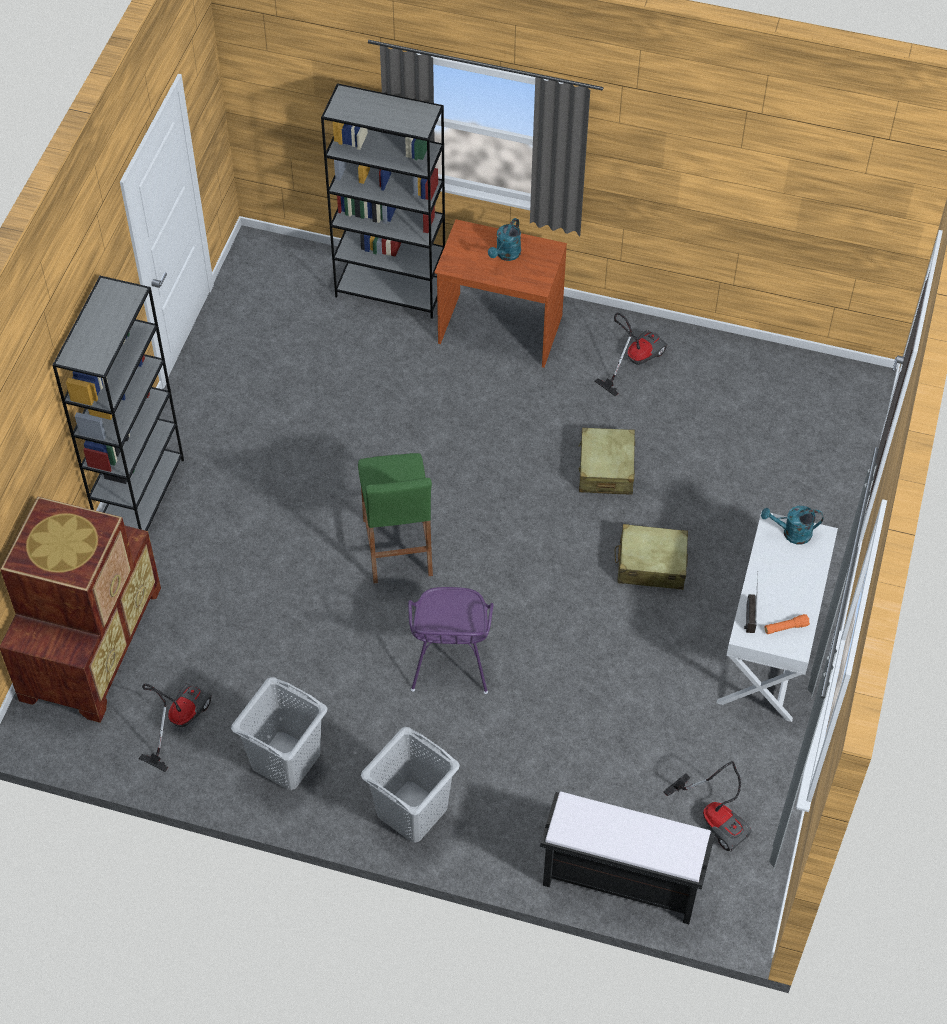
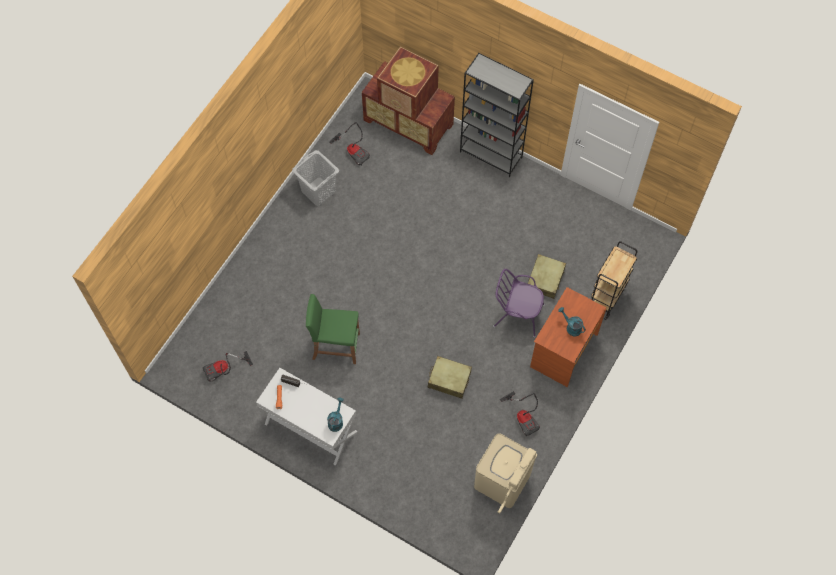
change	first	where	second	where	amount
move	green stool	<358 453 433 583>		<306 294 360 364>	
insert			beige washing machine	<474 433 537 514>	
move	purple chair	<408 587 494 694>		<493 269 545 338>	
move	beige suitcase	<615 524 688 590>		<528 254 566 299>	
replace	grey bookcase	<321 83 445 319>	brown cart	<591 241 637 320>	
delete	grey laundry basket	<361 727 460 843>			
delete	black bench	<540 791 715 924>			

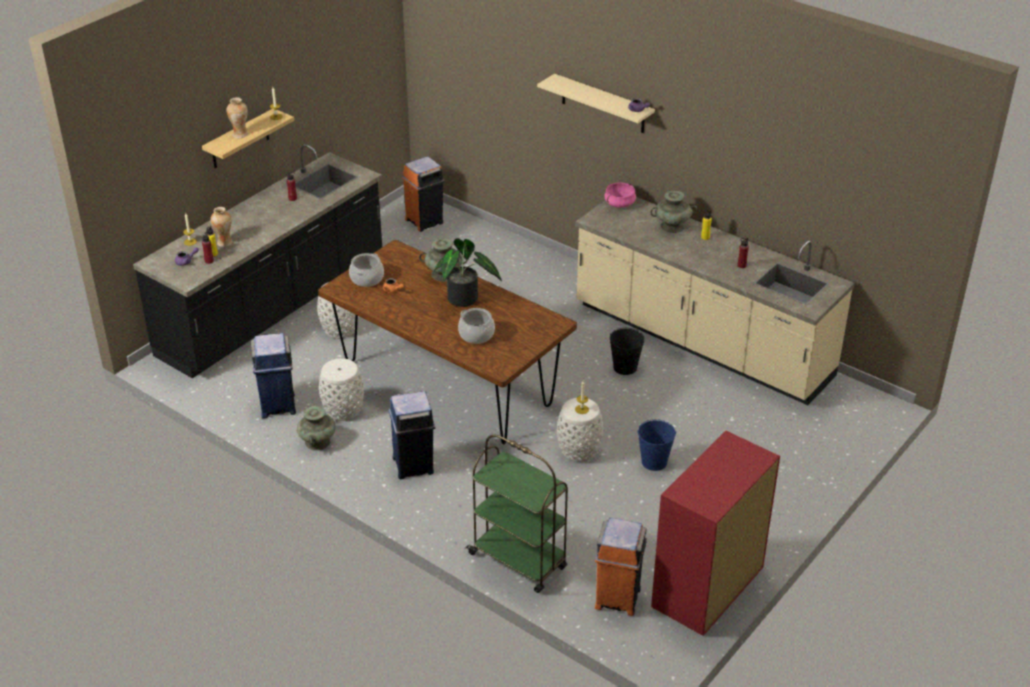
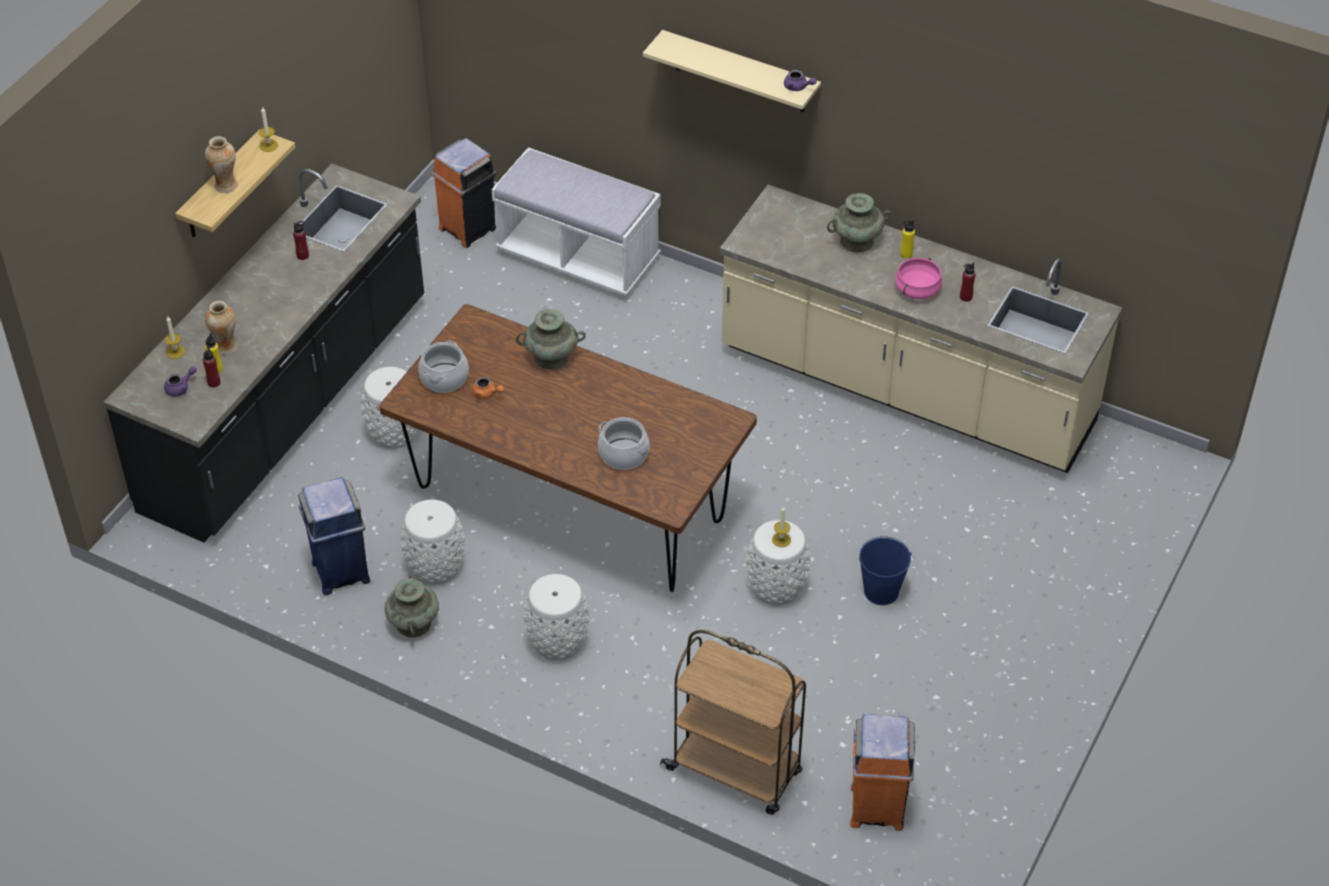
change	first	where	second	where	amount
insert			white bench	<492 147 661 297>	
replace	blue trash can	<388 391 435 479>	white stool	<524 574 589 661>	
recolor	green cart	<465 435 568 593>	brown cart	<660 630 806 815>	
move	pink cooking pot	<605 182 636 208>		<895 258 942 299>	
delete	potted plant	<434 238 502 307>			
delete	black bucket	<610 328 645 375>			
delete	red cabinet	<651 430 780 636>			

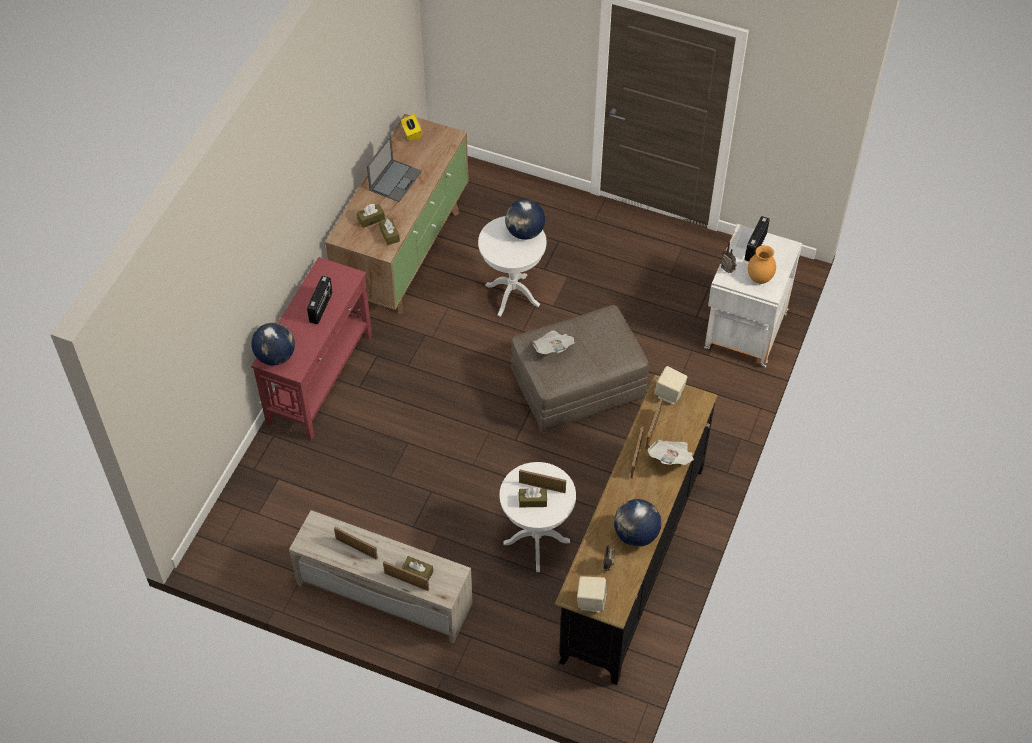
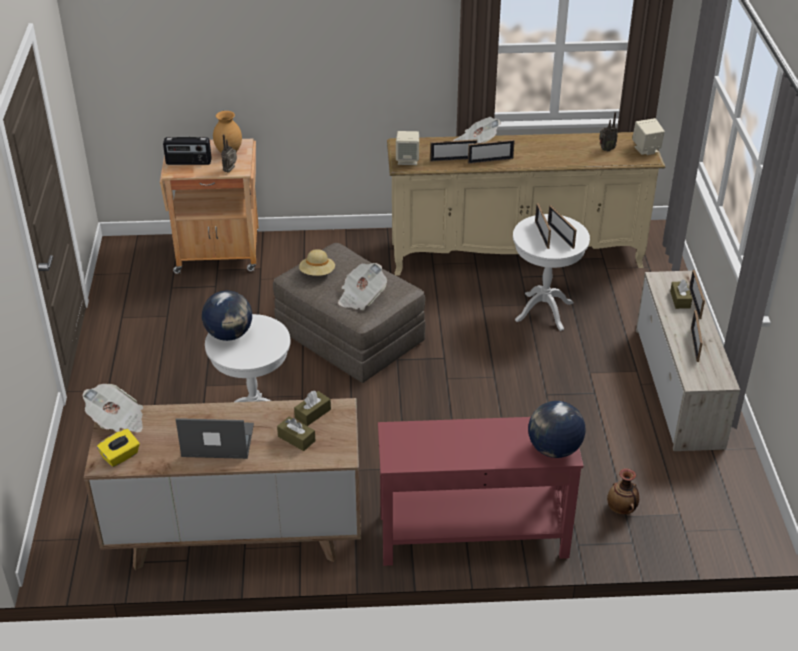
change	first	where	second	where	amount
insert			newspaper	<83 384 143 432>	
recolor	white cart	<704 224 802 368>	brown cart	<160 139 259 274>	
insert			beige hat	<299 249 335 276>	
recolor	black cabinet	<554 375 718 685>	beige cabinet	<387 132 665 276>	
replace	brown tissue box	<519 487 547 507>	picture frame	<548 205 577 249>	
insert			vase	<607 468 639 514>	
delete	radio	<307 276 332 324>			
delete	globe	<614 499 661 547>			

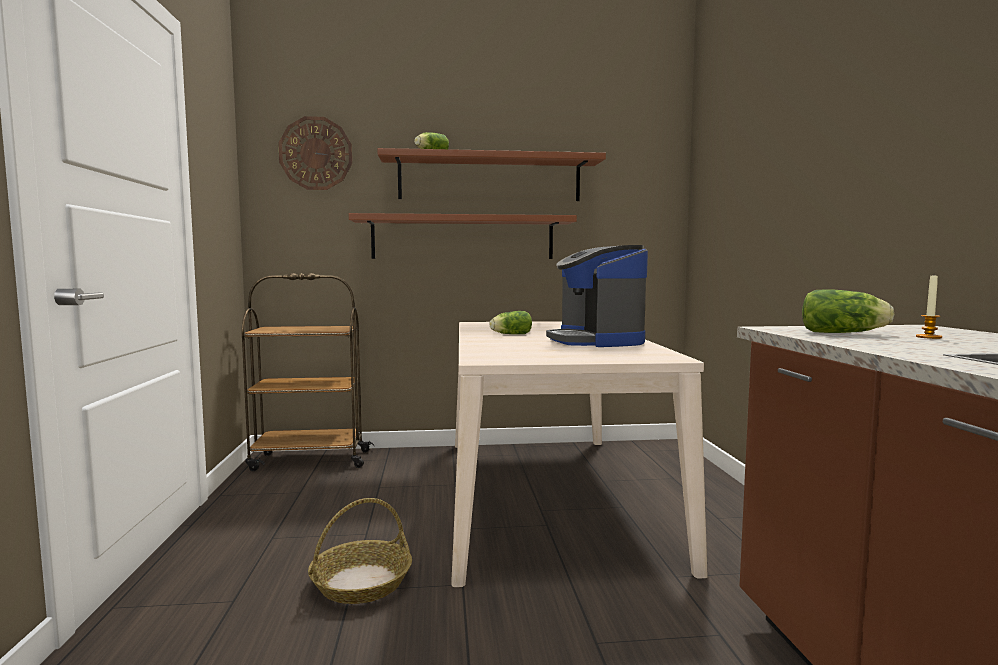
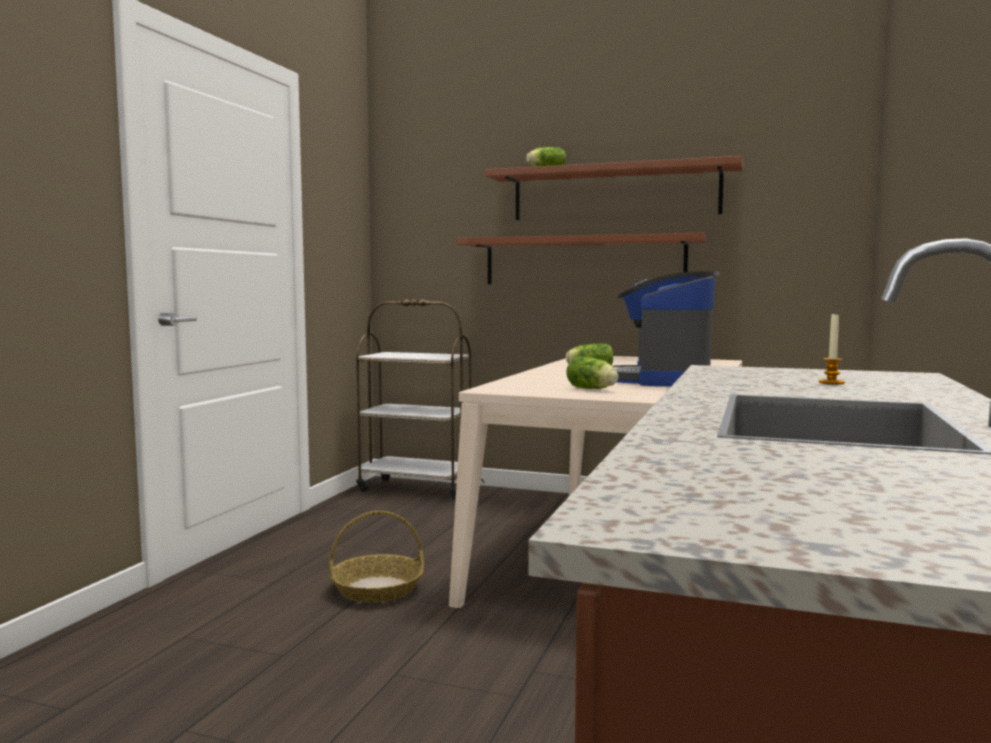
change	first	where	second	where	amount
recolor	brown cart	<242 273 374 471>	white cart	<356 299 484 501>	
move	lettuce	<802 289 894 333>		<566 356 618 389>	
delete	wall clock	<278 116 352 190>			

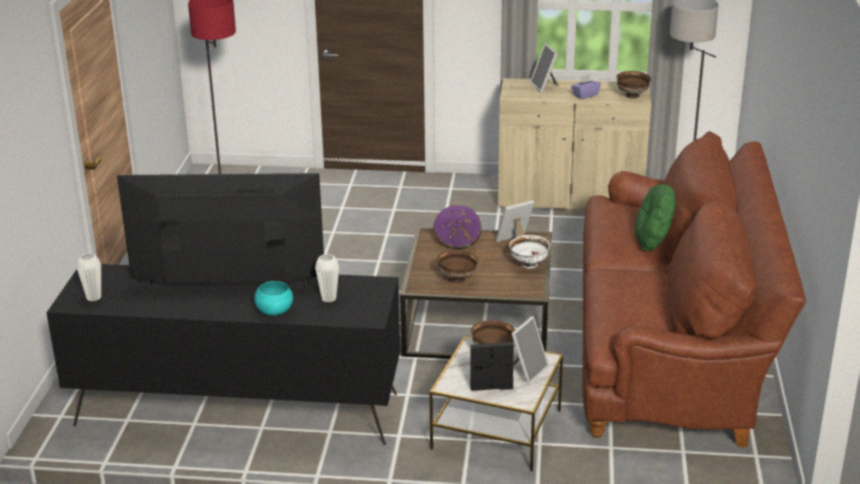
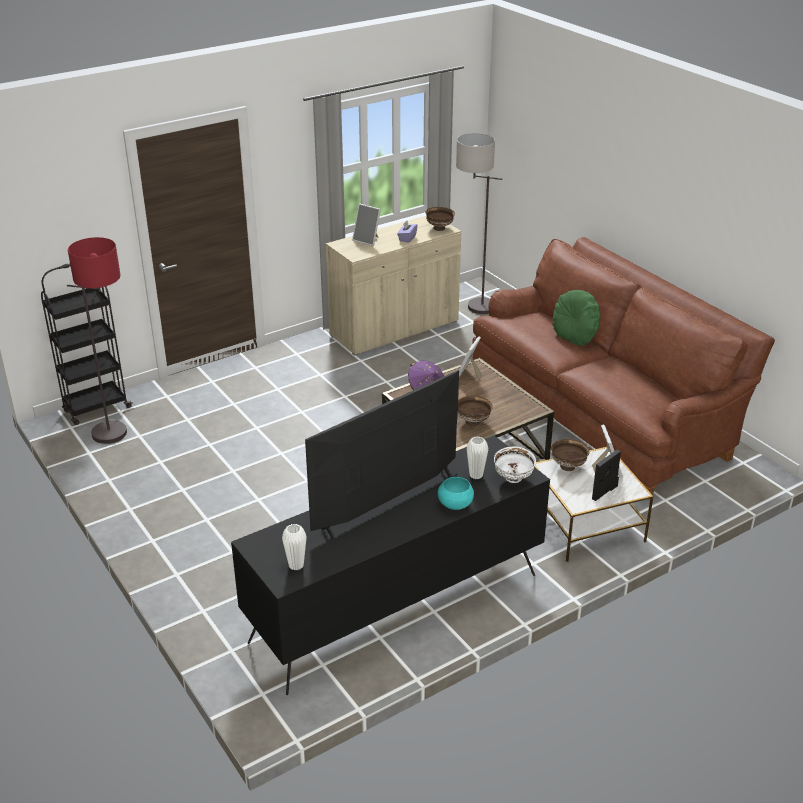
change	first	where	second	where	amount
insert			black cart	<41 264 134 425>	
move	white bowl	<509 235 550 268>		<494 447 536 483>	

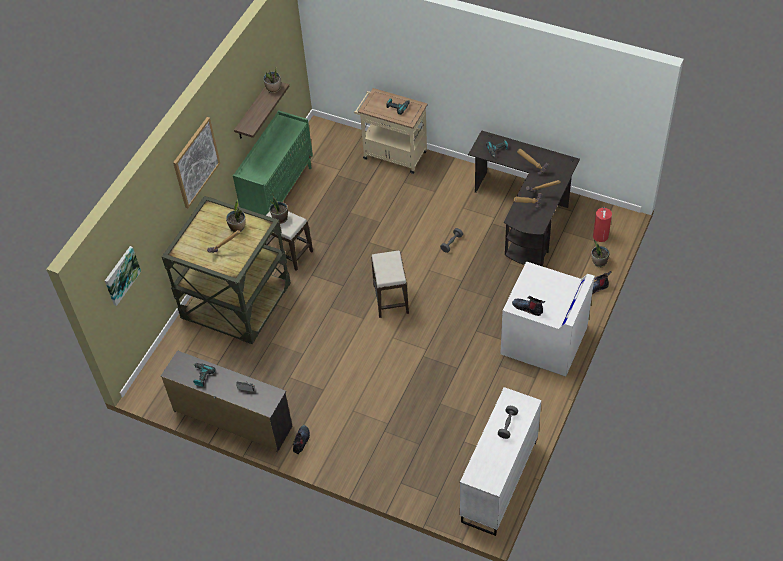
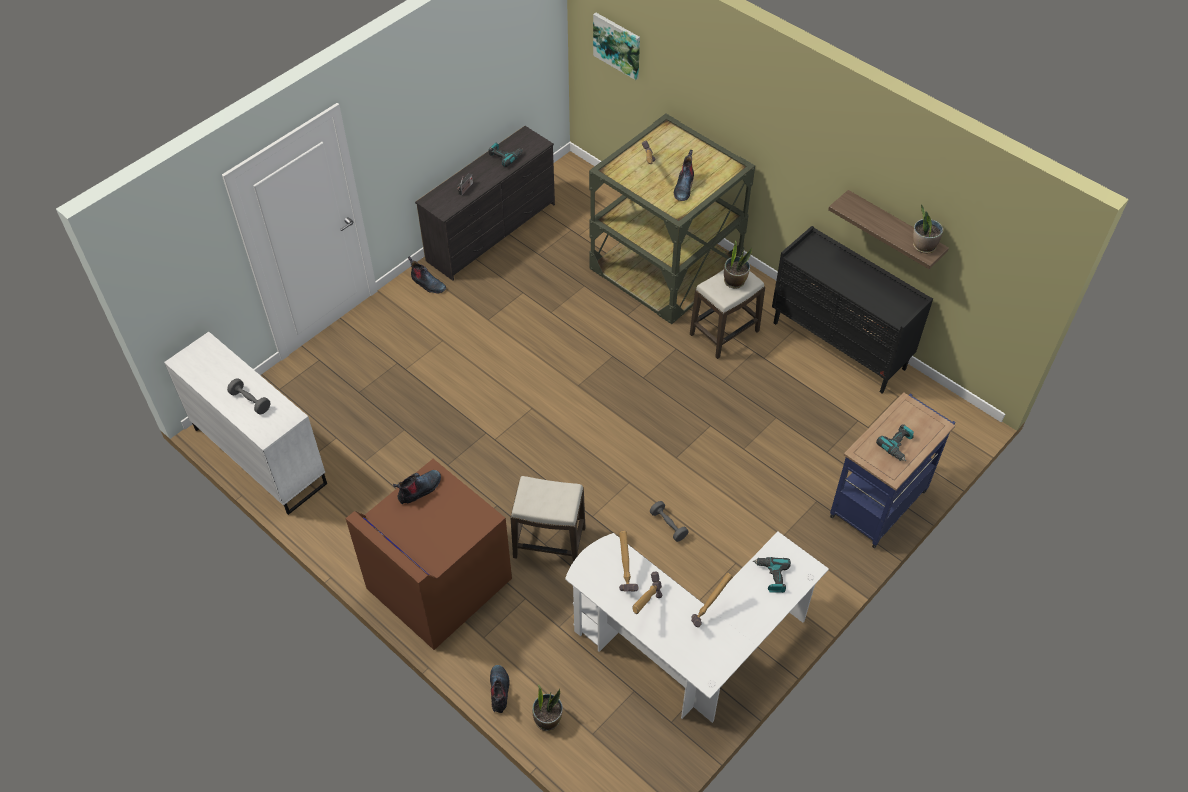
change	first	where	second	where	amount
recolor	white washing machine	<500 261 595 377>	brown washing machine	<346 459 512 650>	
move	stool	<371 251 409 318>		<511 476 585 562>	
recolor	black desk	<468 130 580 266>	white desk	<565 532 829 723>	
replace	potted plant	<226 199 245 232>	boot	<674 150 694 201>	
recolor	green cabinet	<233 110 313 216>	black cabinet	<772 226 933 393>	
recolor	beige cart	<354 88 428 174>	blue cart	<830 392 956 548>	
delete	picture	<173 117 220 208>			
delete	fire extinguisher	<593 206 612 242>			

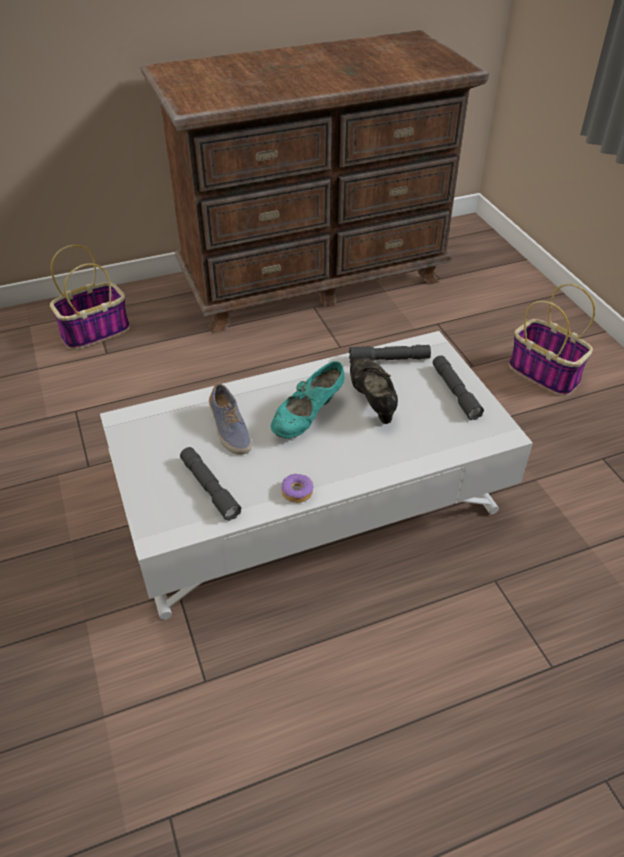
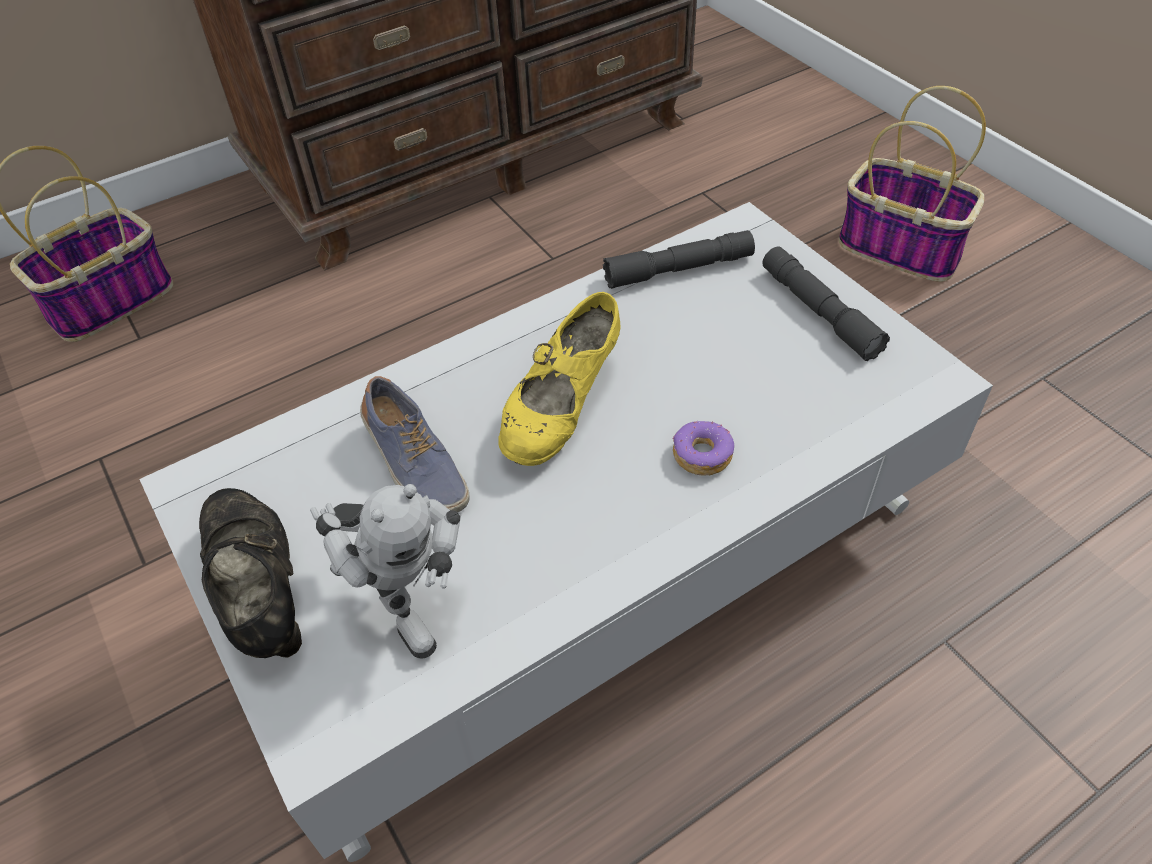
change	first	where	second	where	amount
move	black shoe	<350 356 398 424>		<199 488 302 658>	
replace	grey flashlight	<180 447 242 521>	toy robot	<310 484 461 658>	
recolor	turquoise shoe	<271 361 345 439>	yellow shoe	<498 292 620 466>	
move	donut	<281 474 313 503>		<673 420 735 476>	

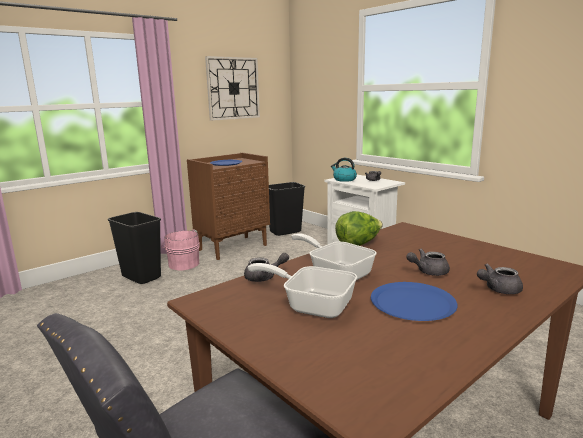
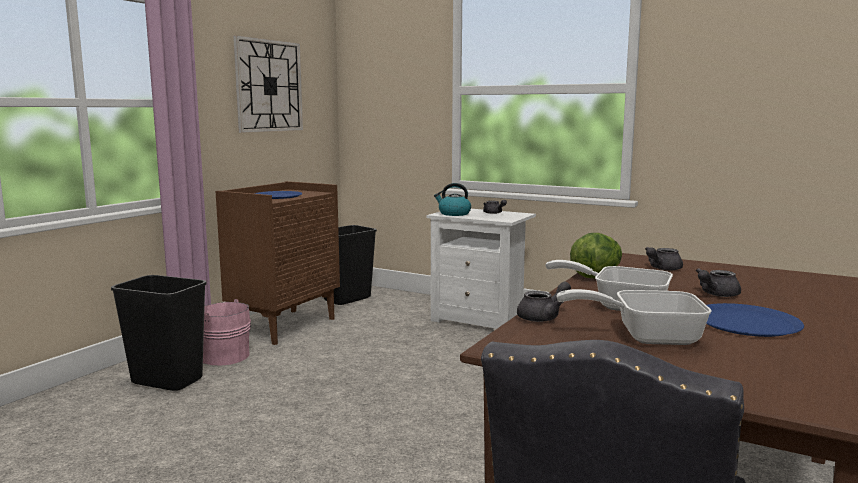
change	first	where	second	where	amount
move	grey teapot	<477 264 523 294>		<645 247 683 271>	

